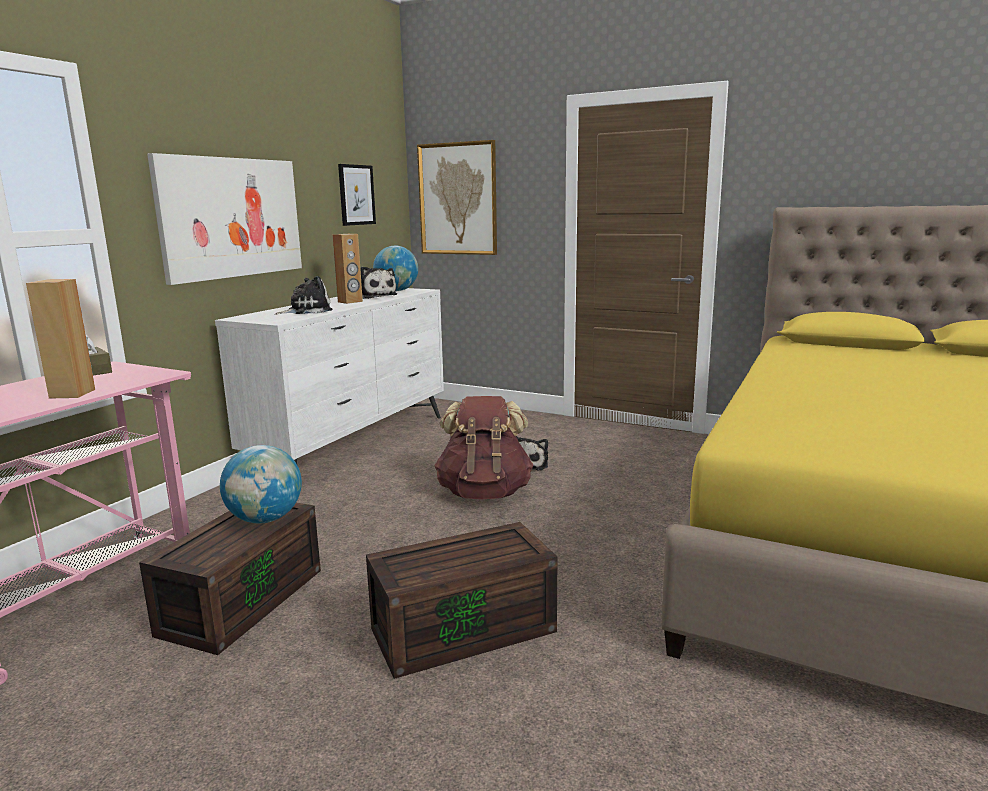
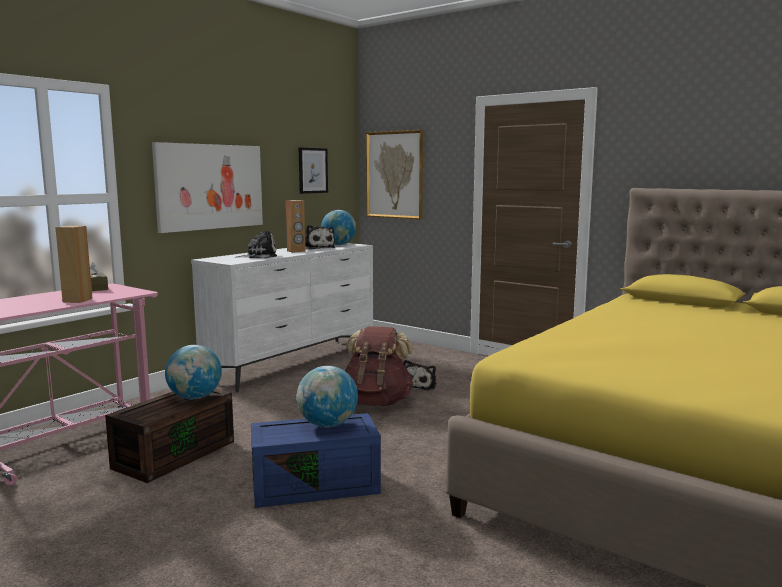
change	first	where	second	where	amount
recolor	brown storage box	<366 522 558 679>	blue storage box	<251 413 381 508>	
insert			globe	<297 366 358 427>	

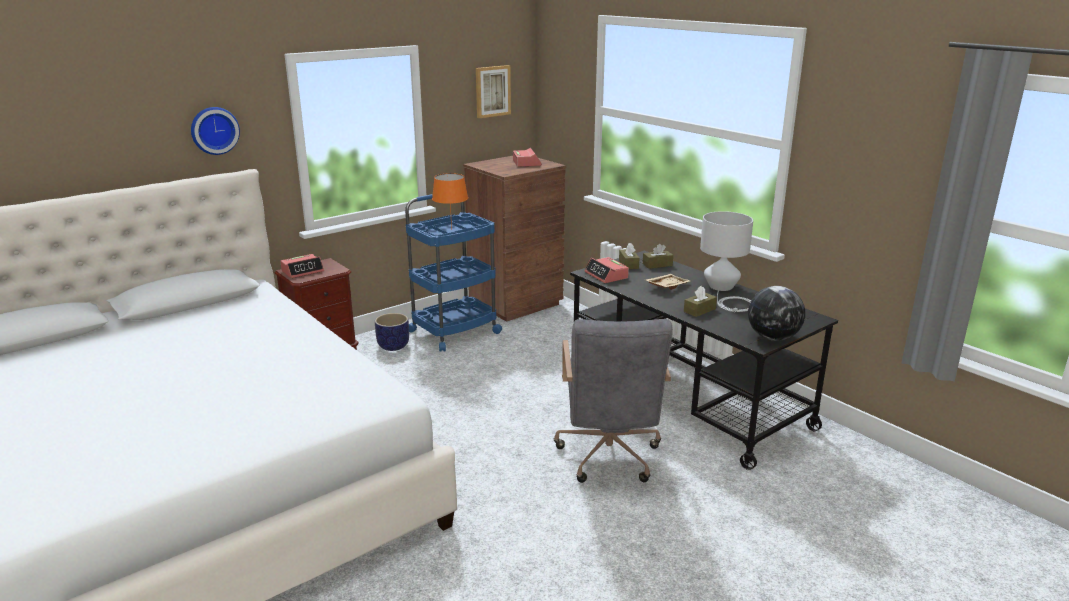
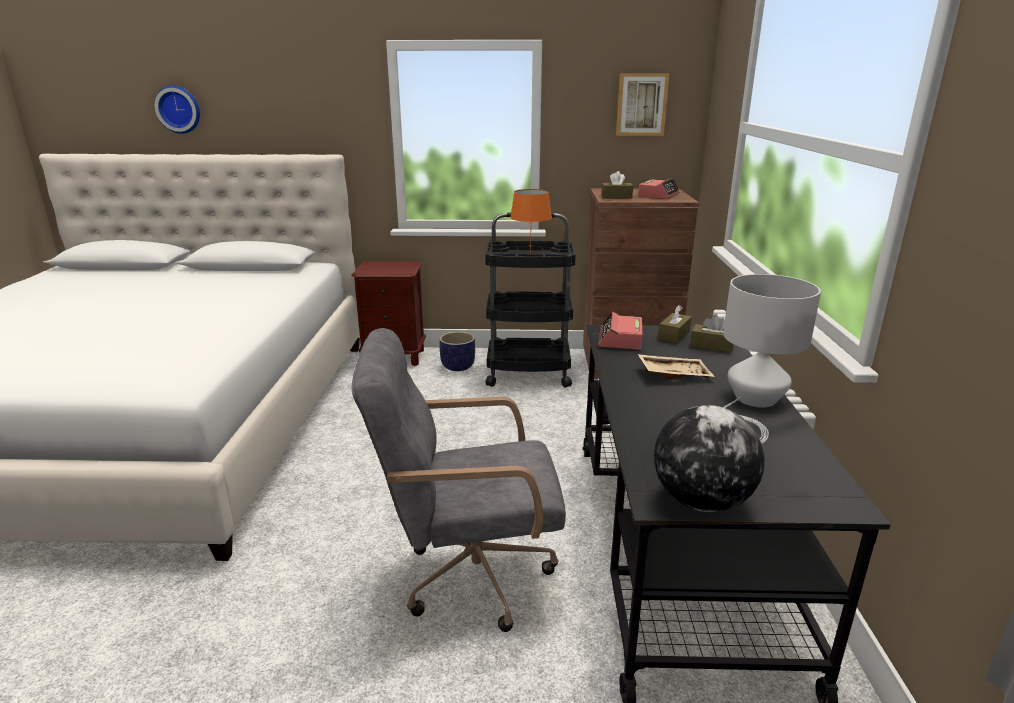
change	first	where	second	where	amount
move	wall clock	<191 107 240 155>		<155 85 200 134>	
rotate	grey office chair	<554 319 673 483>		<351 328 566 632>	45 degrees clockwise
recolor	blue cart	<405 194 502 352>	black cart	<485 212 576 388>	
move	brown tissue box	<684 286 717 317>		<601 171 633 198>	
delete	alarm clock	<280 254 324 278>			

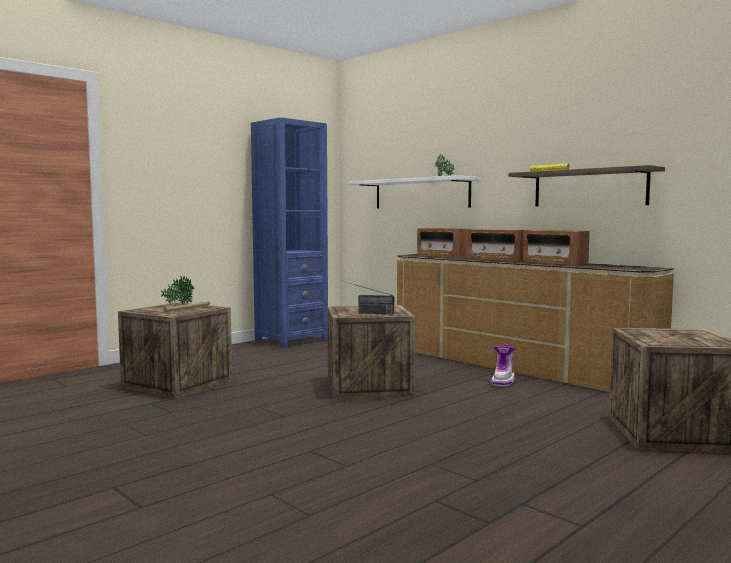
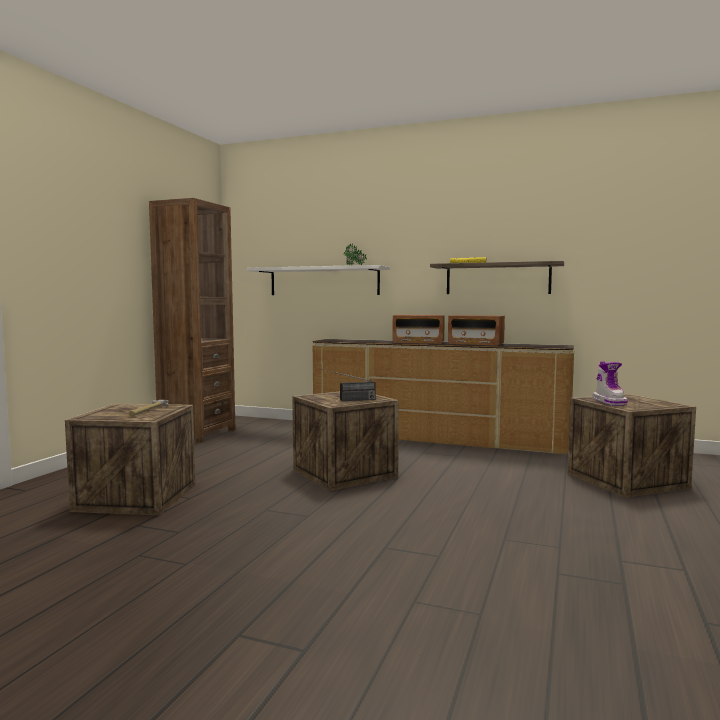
change	first	where	second	where	amount
recolor	blue bookcase	<251 117 328 348>	brown bookcase	<149 198 236 443>	
move	boot	<491 344 516 387>		<593 362 628 406>	
delete	potted plant	<161 276 194 304>			
delete	radio	<417 228 469 258>			

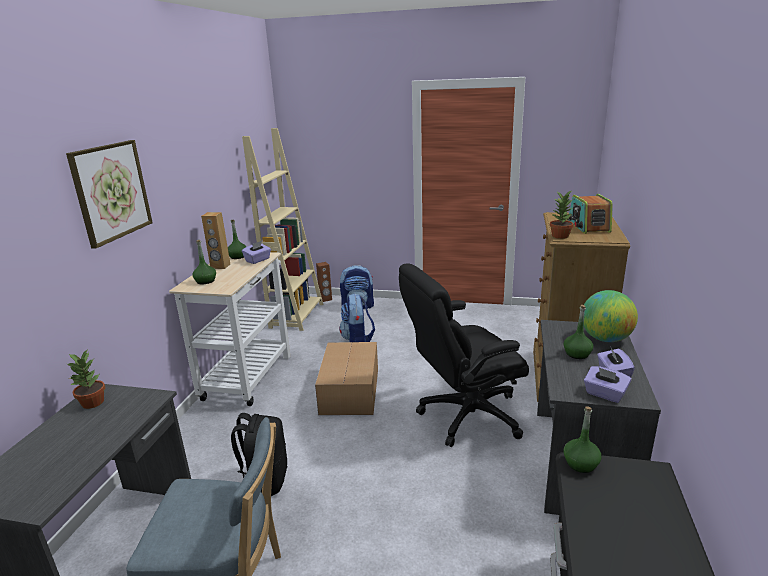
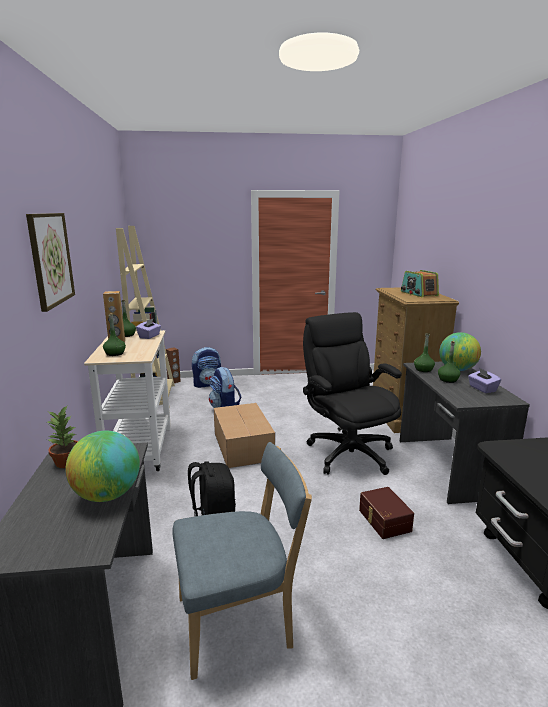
change	first	where	second	where	amount
insert			globe	<66 431 140 502>	
rotate	black office chair	<399 264 529 447>		<303 312 402 475>	105 degrees clockwise
insert			brown storage box	<359 487 414 539>	
move	green bottle	<564 406 602 473>		<414 333 435 372>	
delete	potted plant	<550 191 574 239>			
delete	purple tissue box	<584 366 631 403>			

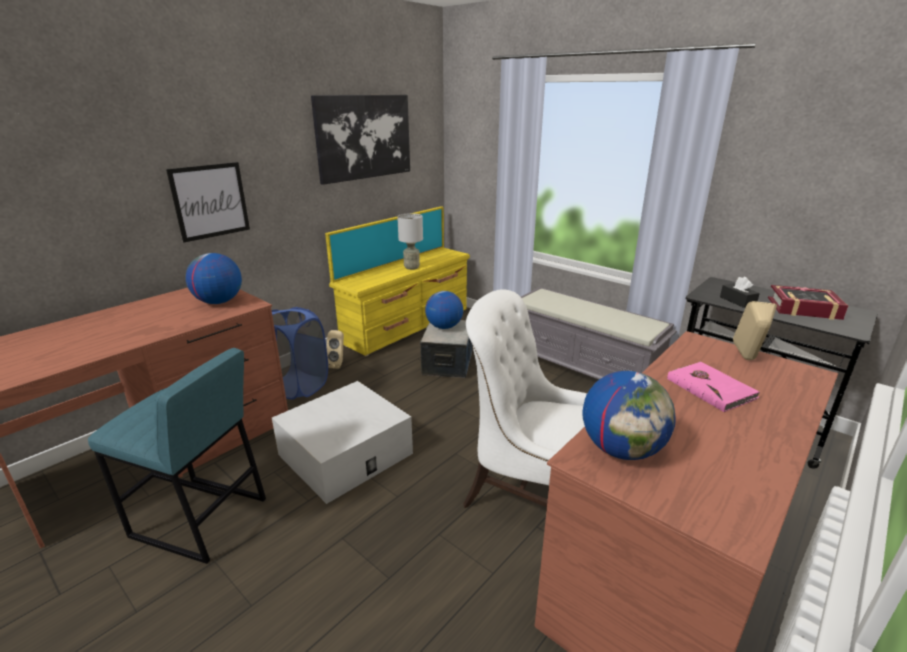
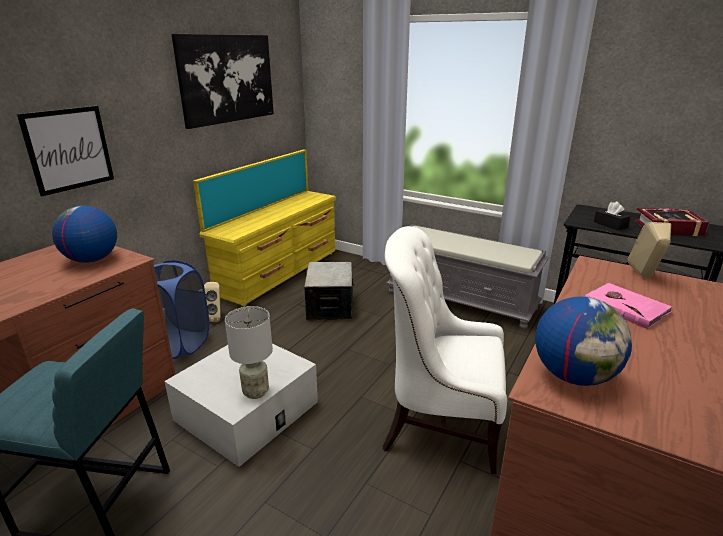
change	first	where	second	where	amount
move	grey table lamp	<397 213 423 270>		<225 306 273 399>	
delete	globe	<425 291 463 329>			

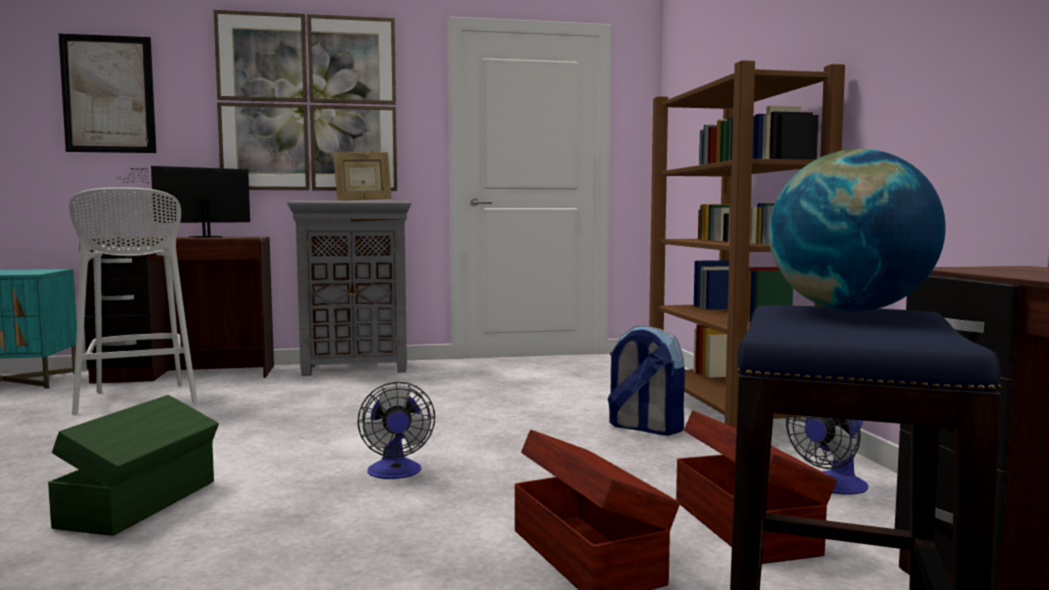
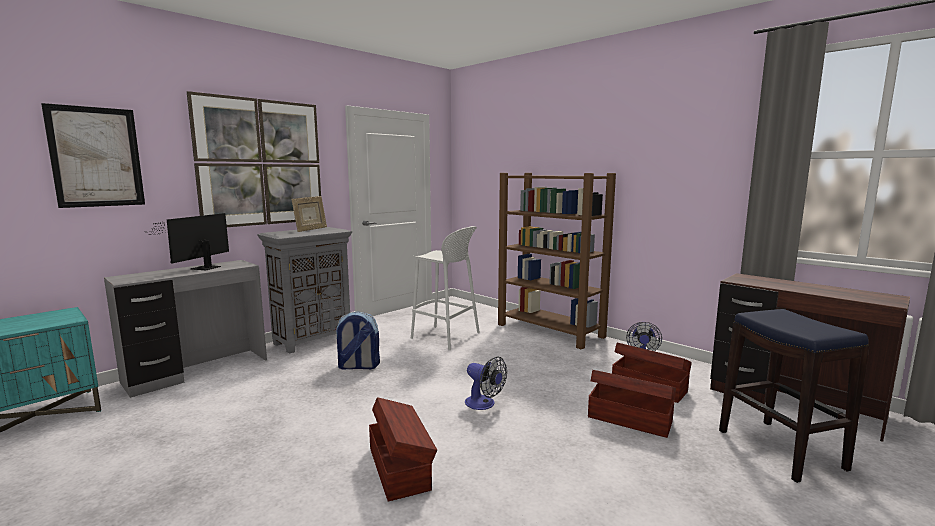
change	first	where	second	where	amount
recolor	brown desk	<79 237 274 384>	grey desk	<104 260 267 398>	
move	backpack	<608 326 685 436>		<335 312 380 370>	
recolor	green storage box	<48 395 219 536>	brown storage box	<369 397 437 501>	
move	white stool	<69 187 198 415>		<411 226 480 350>	
delete	globe	<769 149 946 312>			

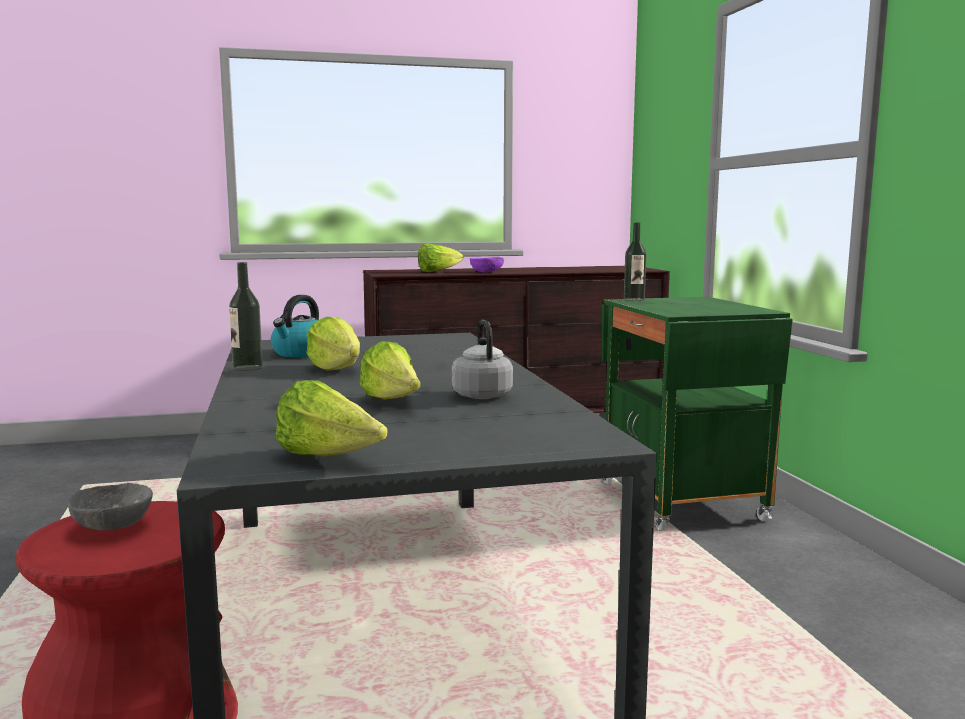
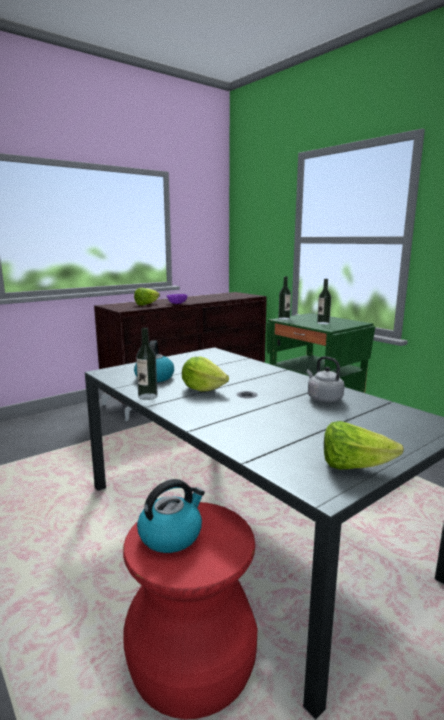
change	first	where	second	where	amount
replace	grey bowl	<67 483 153 531>	kettle	<137 479 205 553>	
insert			bottle	<317 279 331 324>	
delete	lettuce	<360 341 421 400>			

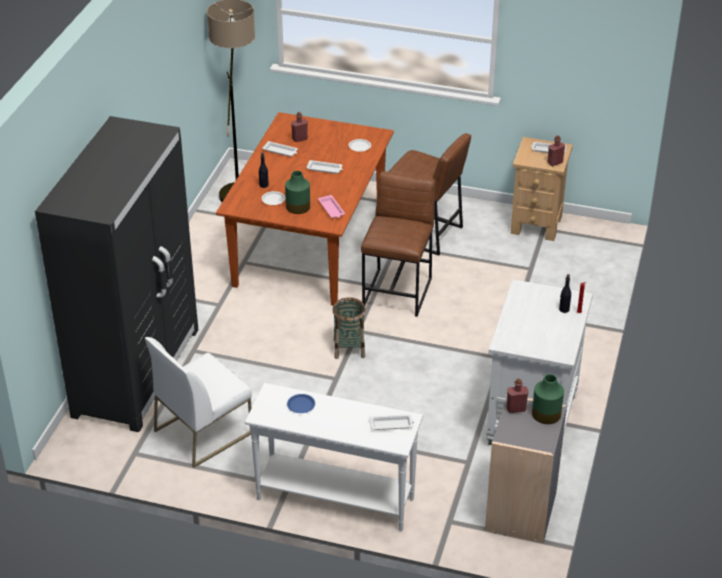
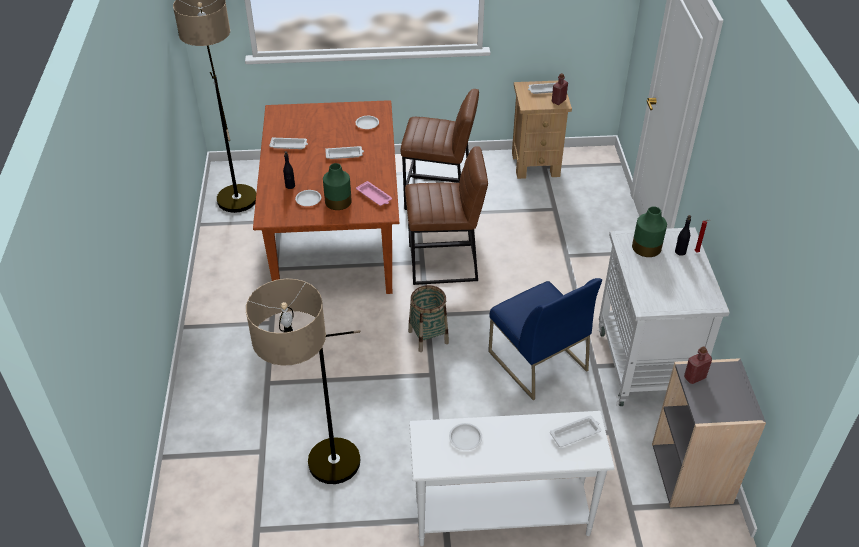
change	first	where	second	where	amount
replace	white chair	<145 337 252 468>	floor lamp	<246 279 360 484>	
rotate	brown chair	<361 171 436 317>		<405 146 488 285>	90 degrees clockwise
recolor	blue plate	<287 394 315 413>	white plate	<449 423 482 450>	
insert			blue chair	<488 278 602 400>	
move	green vase	<532 374 564 424>		<632 207 667 257>	
delete	black cabinet	<35 116 198 432>			
delete	red bottle	<291 112 308 142>			

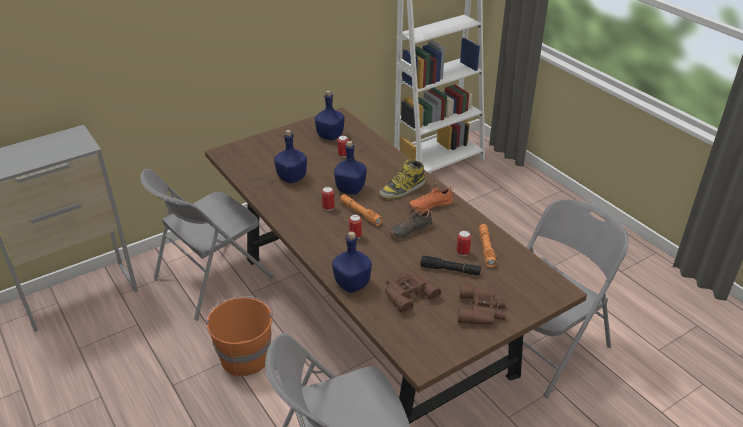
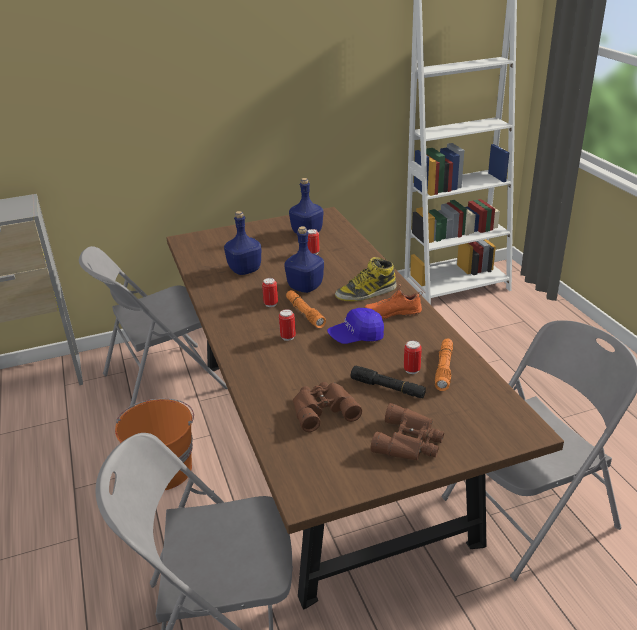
change	first	where	second	where	amount
replace	black shoe	<389 206 432 239>	blue cap	<327 308 384 344>	
delete	blue bottle	<332 231 372 292>			

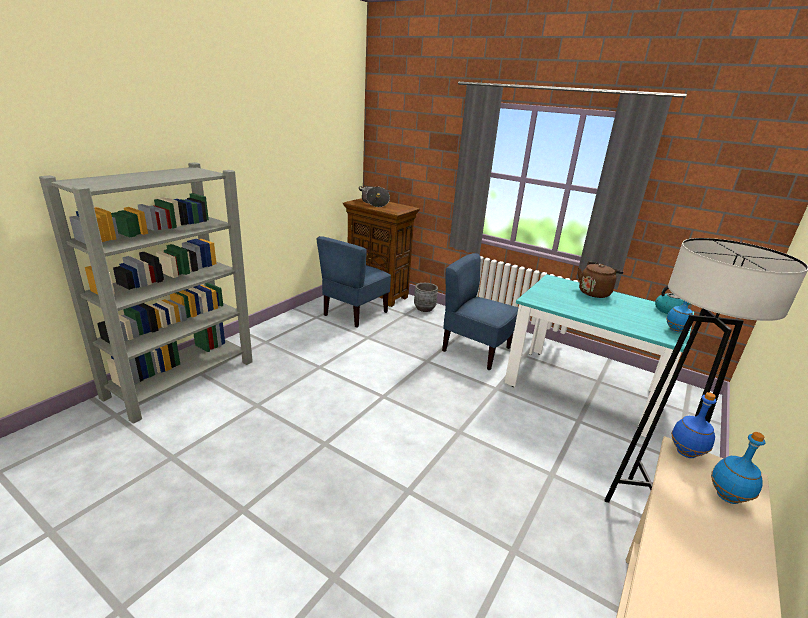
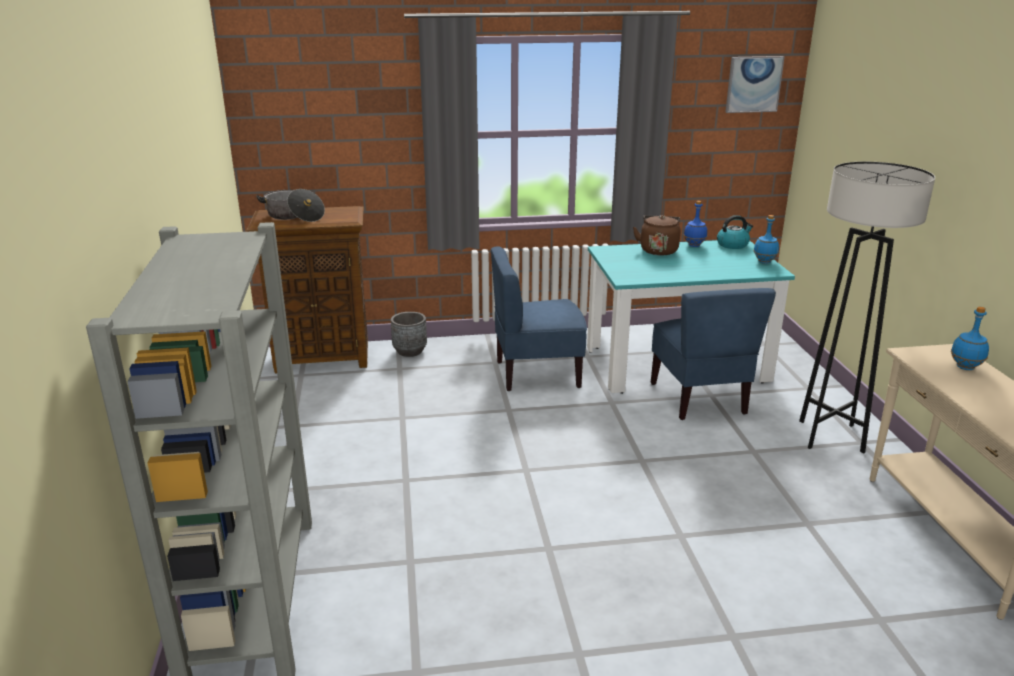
change	first	where	second	where	amount
move	blue chair	<317 236 391 328>		<651 288 776 420>	
move	blue bottle	<671 392 716 458>		<684 201 707 247>	
insert			picture	<726 56 785 113>	

